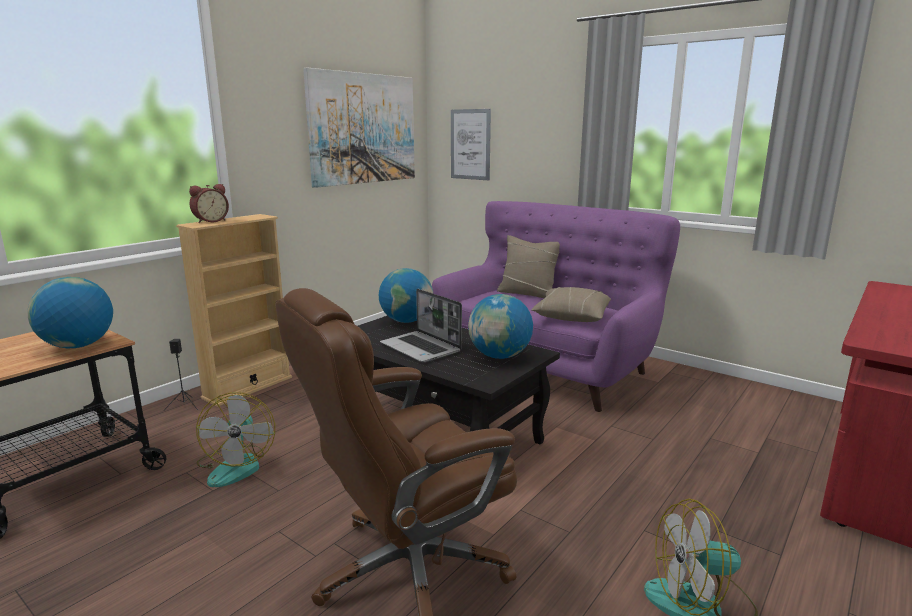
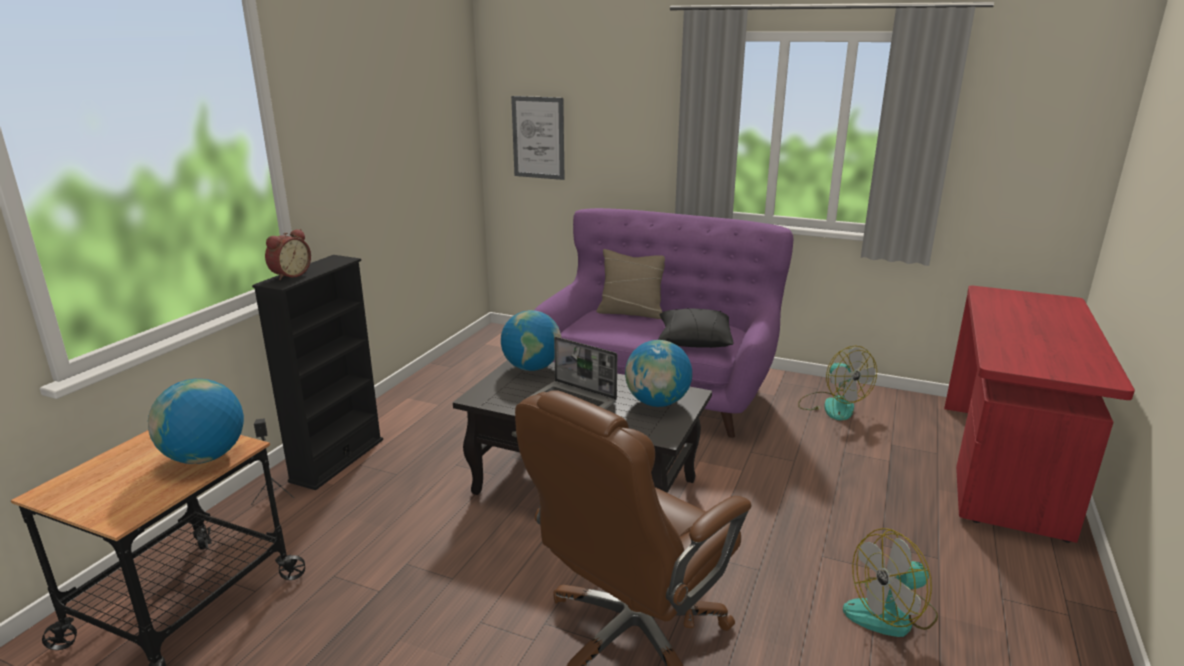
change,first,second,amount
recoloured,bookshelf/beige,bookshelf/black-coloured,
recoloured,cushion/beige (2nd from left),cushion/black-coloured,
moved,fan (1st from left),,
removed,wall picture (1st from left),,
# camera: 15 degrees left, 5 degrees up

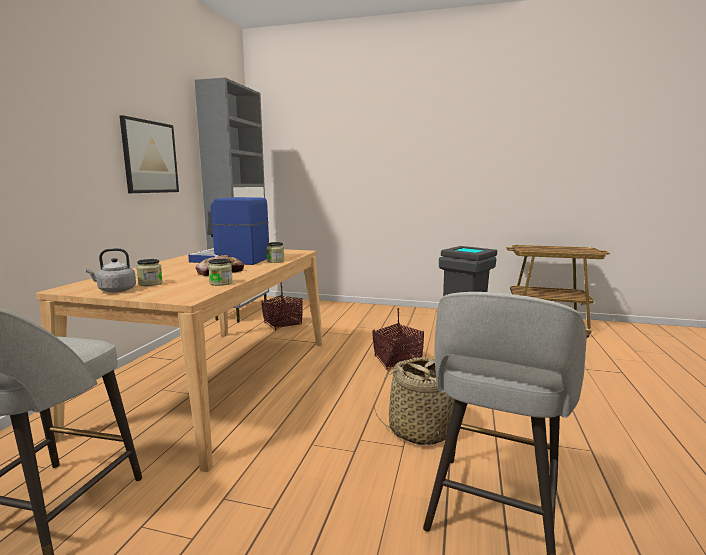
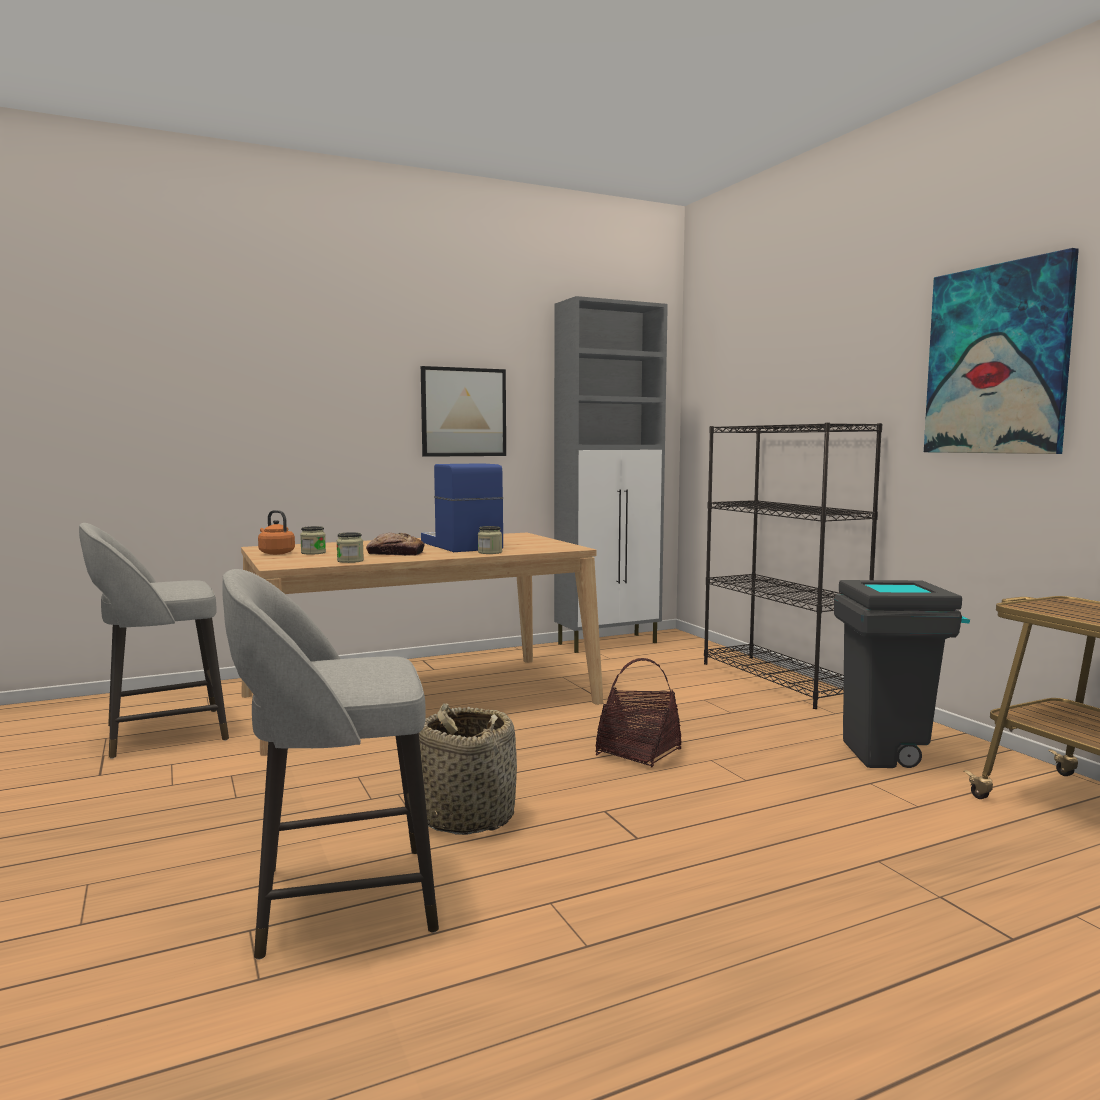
change,first,second,amount
recoloured,kettle/grey,kettle/orange,
added,,bookshelf/black-coloured,
added,,wall picture (2nd from left),
removed,household basket (1st from left),,
# camera: 50 degrees right, 5 degrees down

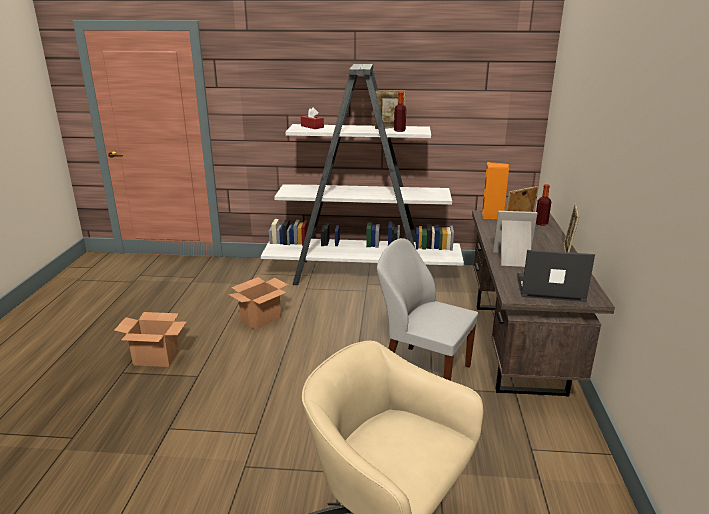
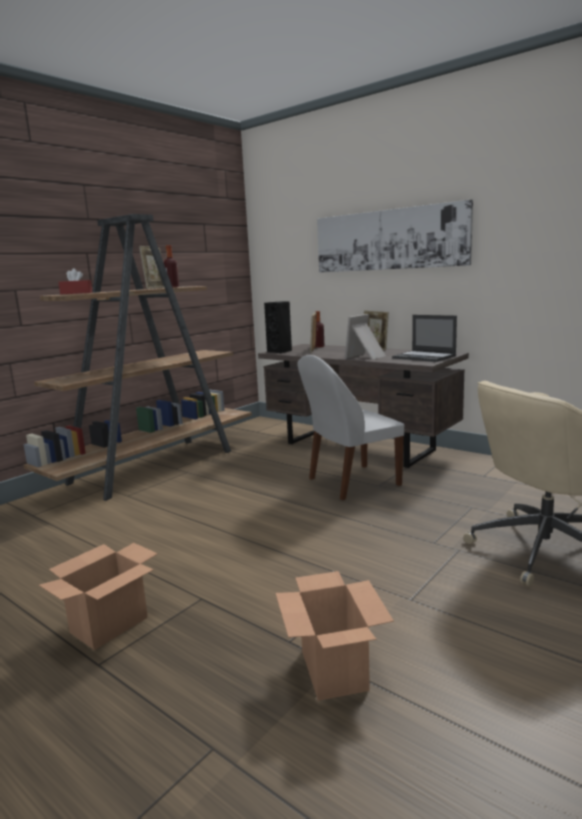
change,first,second,amount
recoloured,bookshelf/whitish,bookshelf/brownish,
recoloured,speaker/orange,speaker/black-coloured,
moved,packing box (2nd from left),,
added,,wall picture,
turned,portable computer,,90 degrees counterclockwise
# camera: 55 degrees left, 10 degrees down

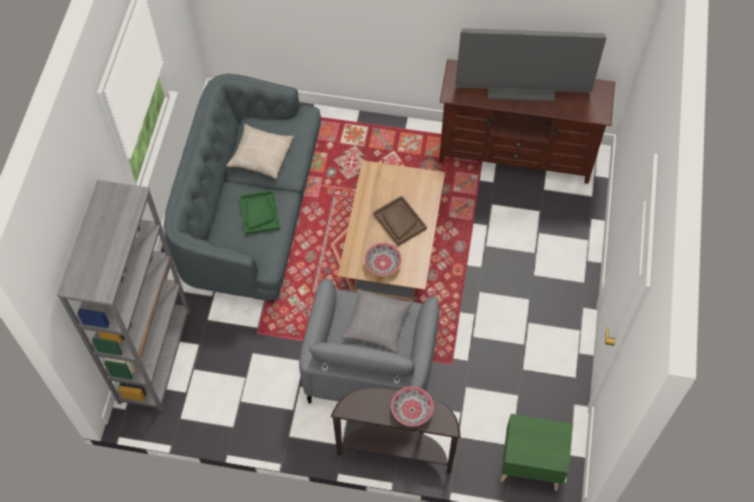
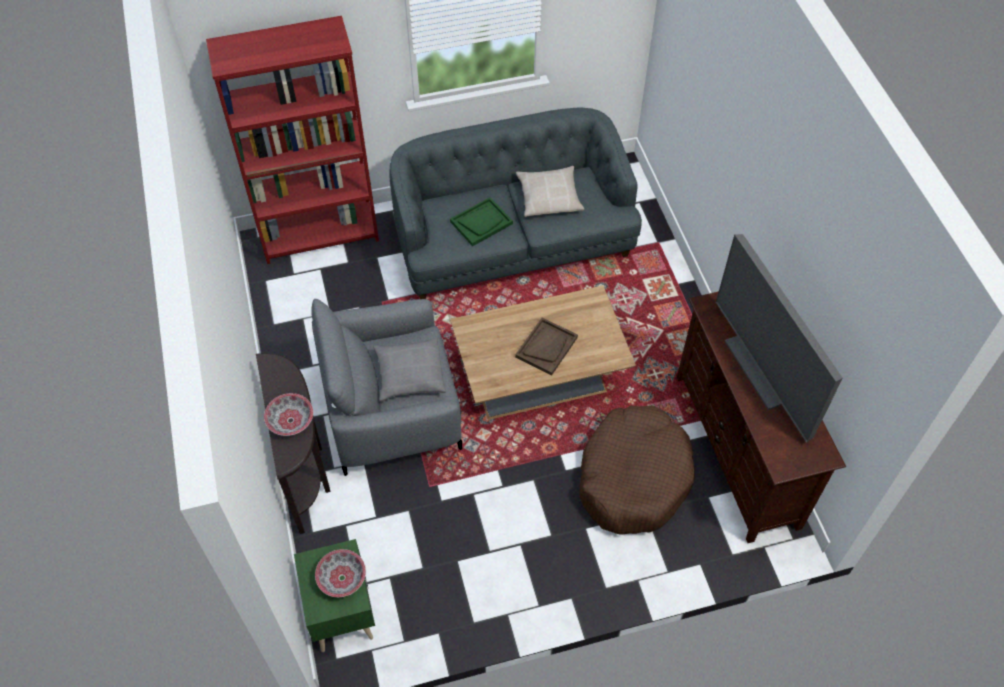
change,first,second,amount
recoloured,bookshelf/grey,bookshelf/red-coloured,
moved,deep dish (1st from left in the first image),deep dish (2nd from left),
added,,dog bed/brownish,
# camera: 65 degrees right, 5 degrees down

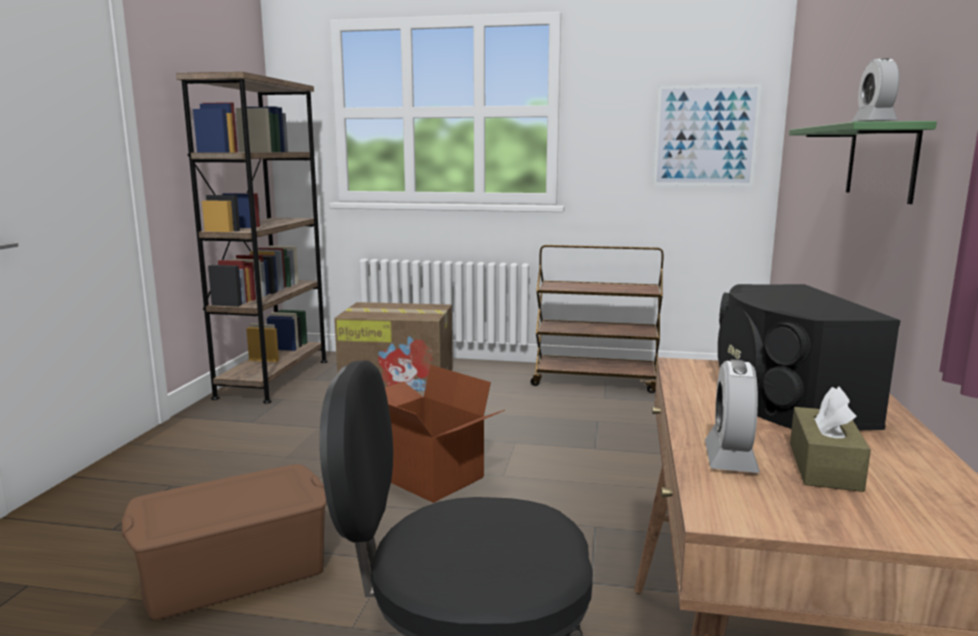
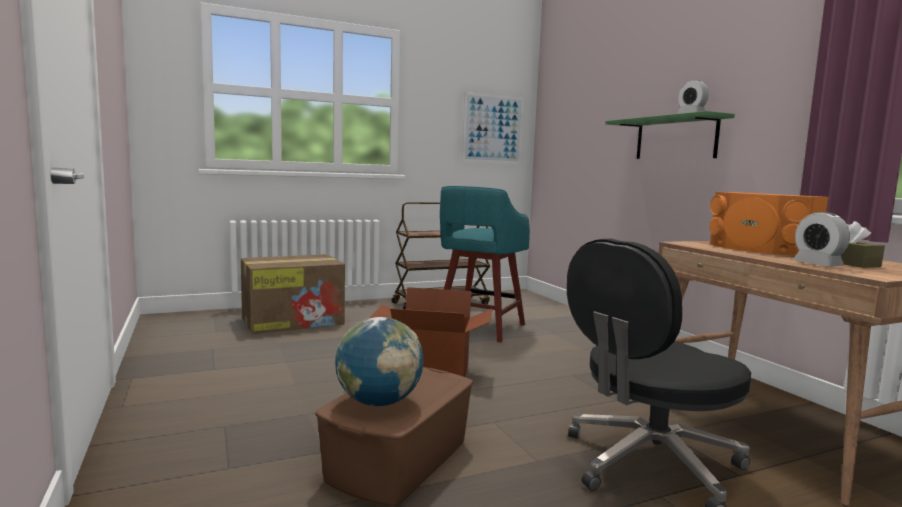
change,first,second,amount
added,,desk globe,
added,,stool/turquoise-coloured,
recoloured,speaker/black-coloured,speaker/orange,
removed,bookshelf/brownish,,
# camera: 35 degrees left, 5 degrees down

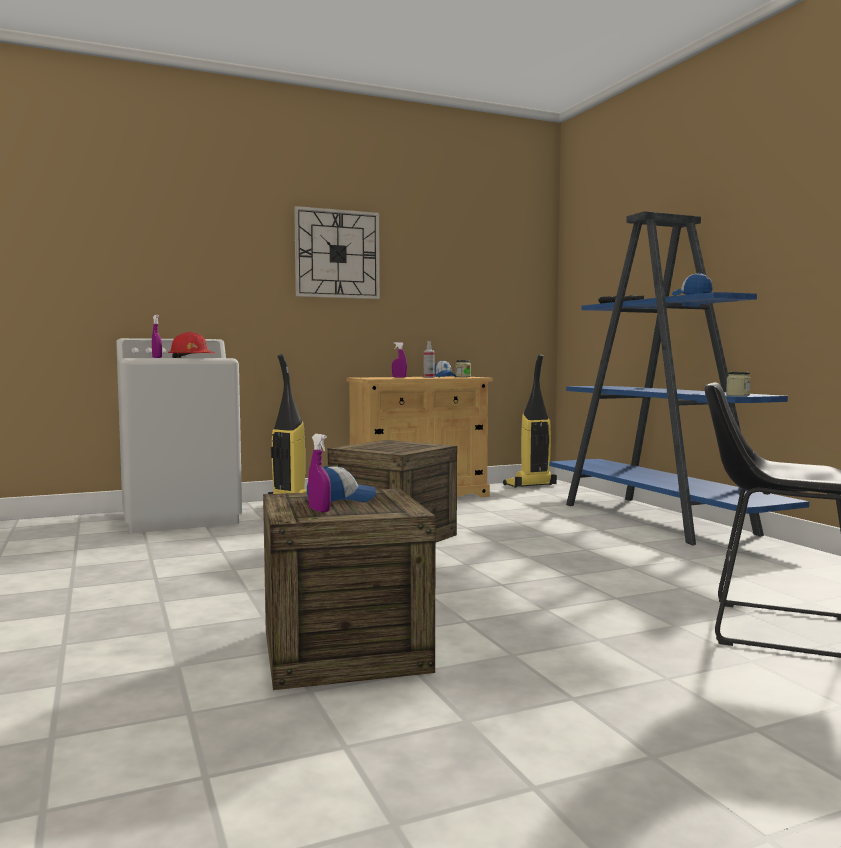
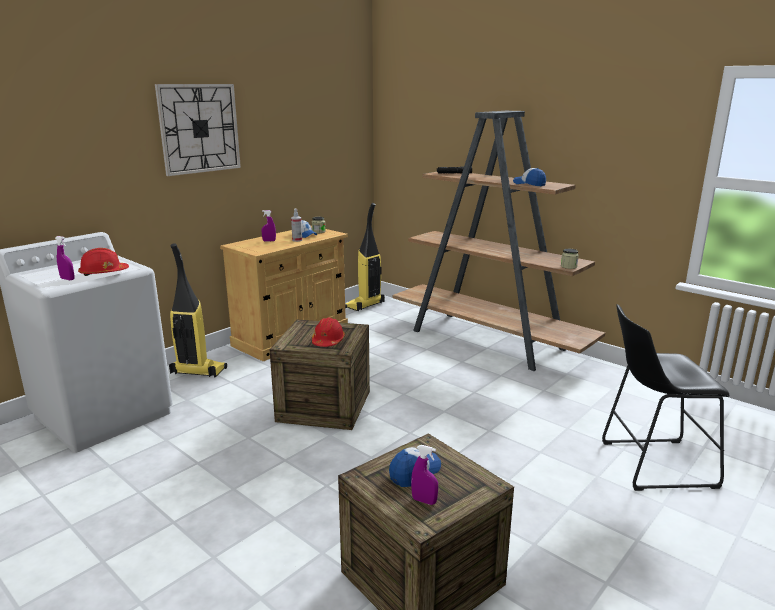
change,first,second,amount
added,,work helmet/red-coloured (2nd from left),
recoloured,bookshelf/bluish,bookshelf/brownish,
# camera: 25 degrees left, 15 degrees up

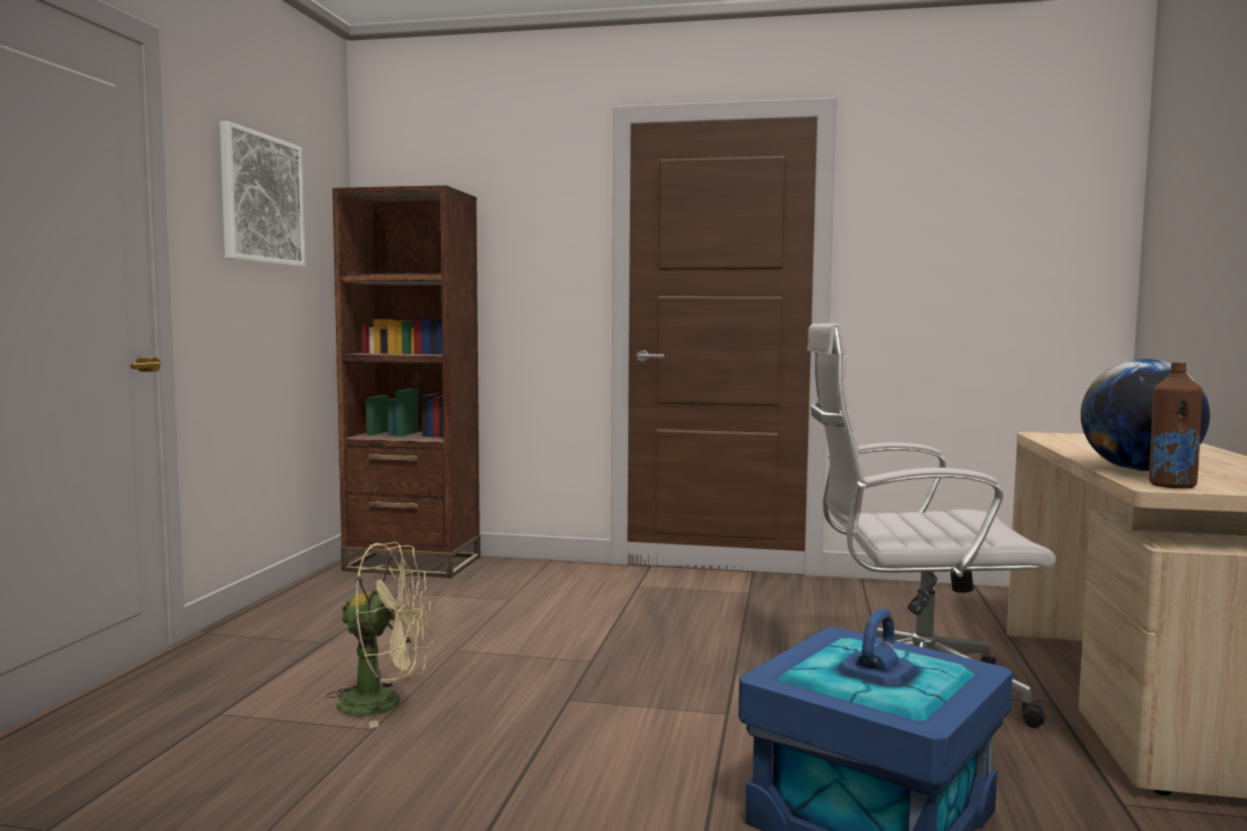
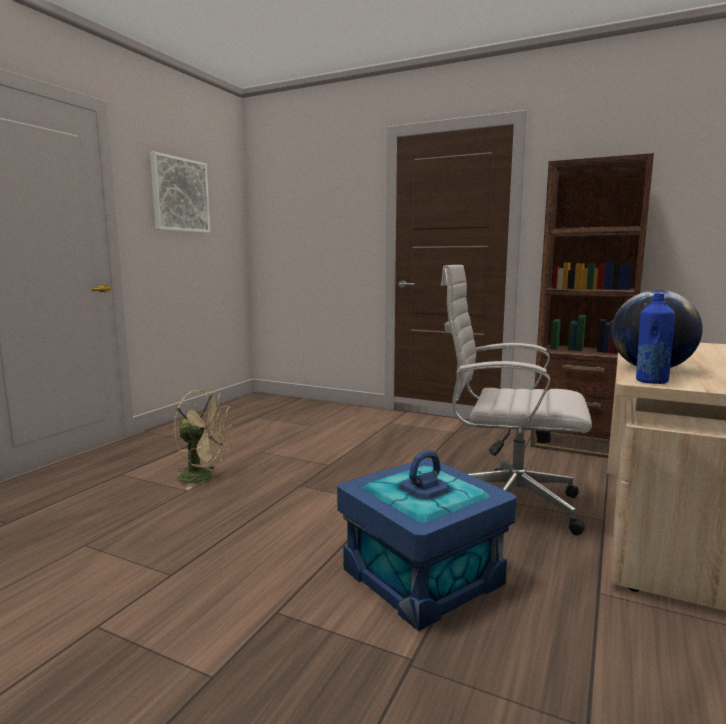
change,first,second,amount
moved,bookshelf/brownish,,
recoloured,drink bottle/brownish,drink bottle/bluish,
# camera: 15 degrees right, 5 degrees up

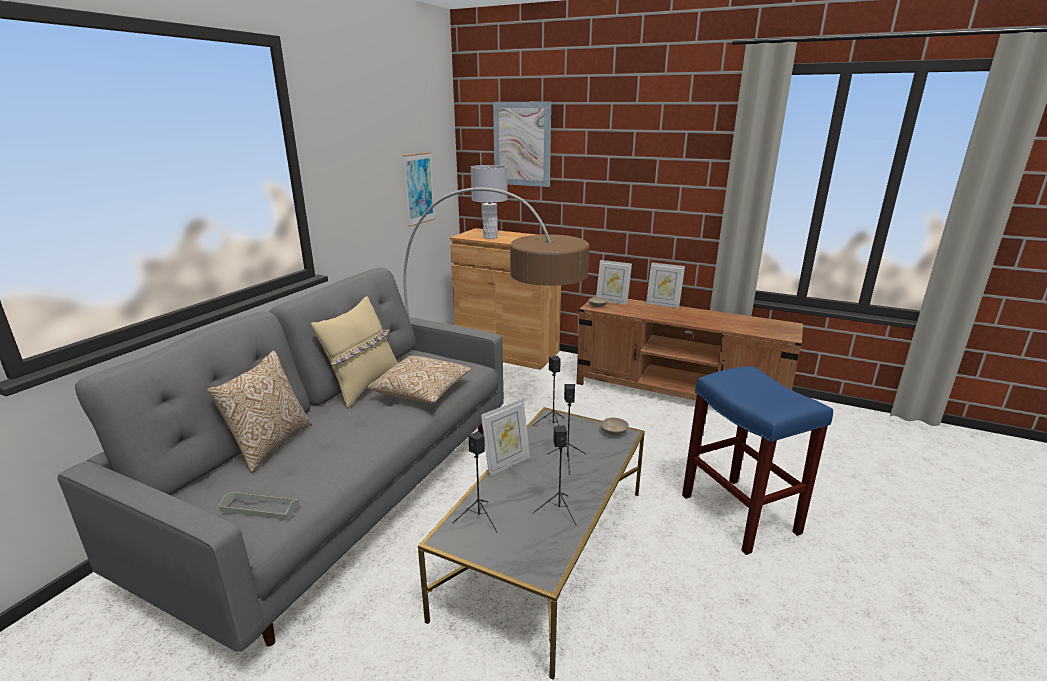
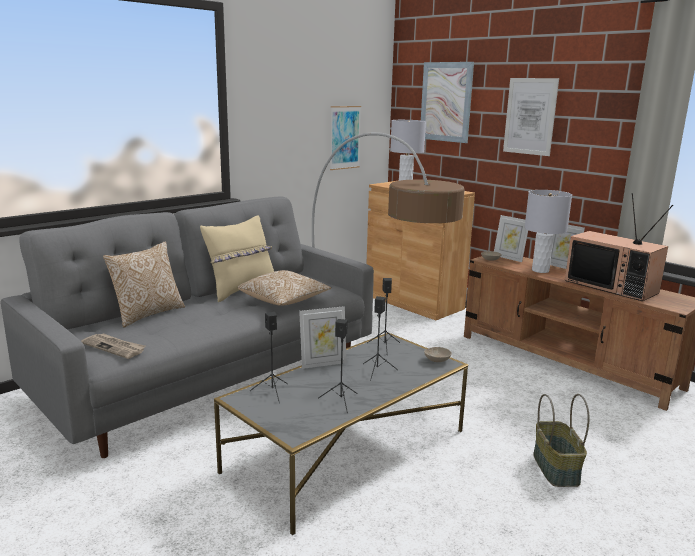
change,first,second,amount
replaced,tray/grey,daily paper,
added,,wall picture (3rd from left),
added,,lamp for a table/grey (2nd from left),
replaced,stool/bluish,household basket,
added,,television,
# camera: 20 degrees right, 5 degrees down

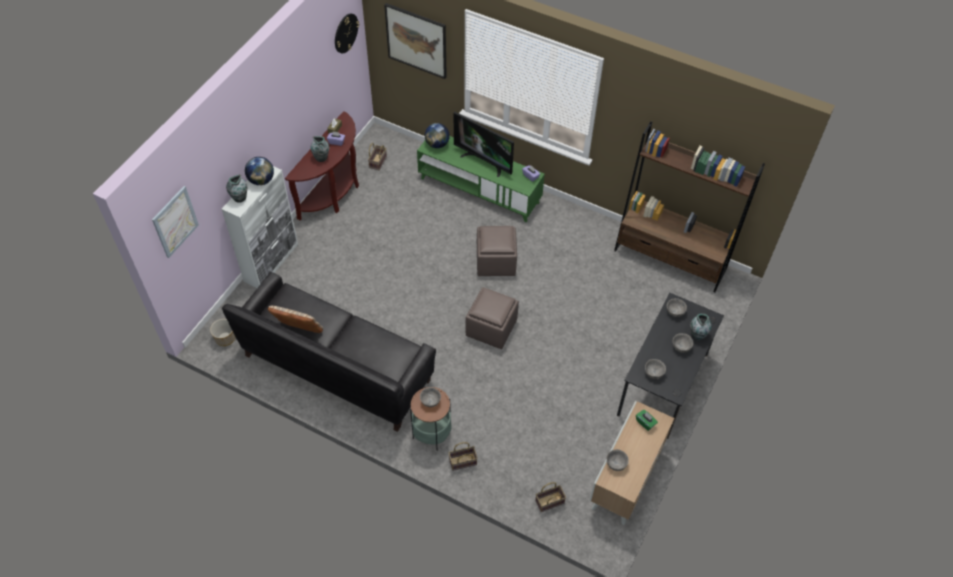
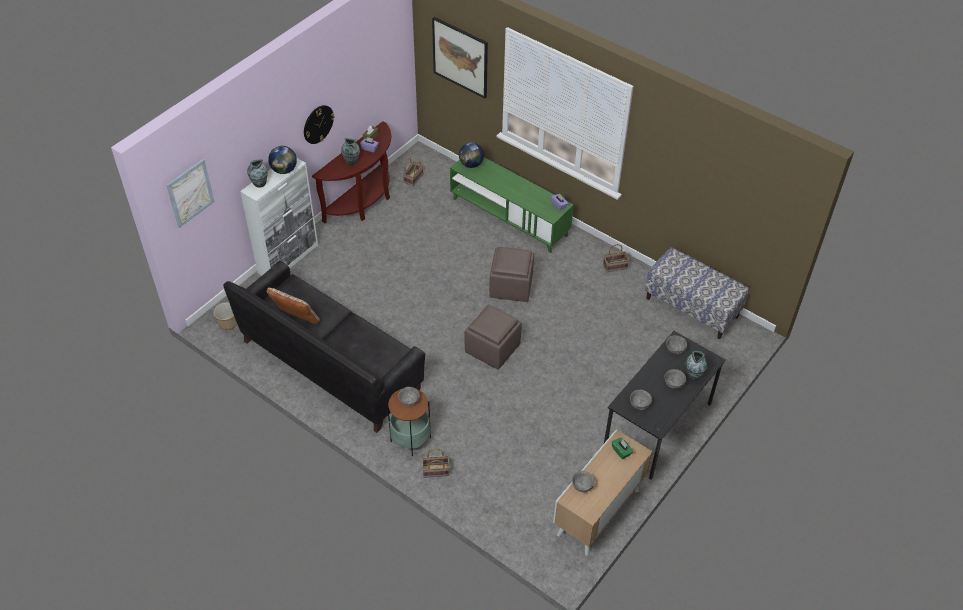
change,first,second,amount
moved,wall clock,,
moved,household basket (3rd from left),,
replaced,bookshelf/brownish,bench,
removed,television,,
# camera: 10 degrees right, 5 degrees down

